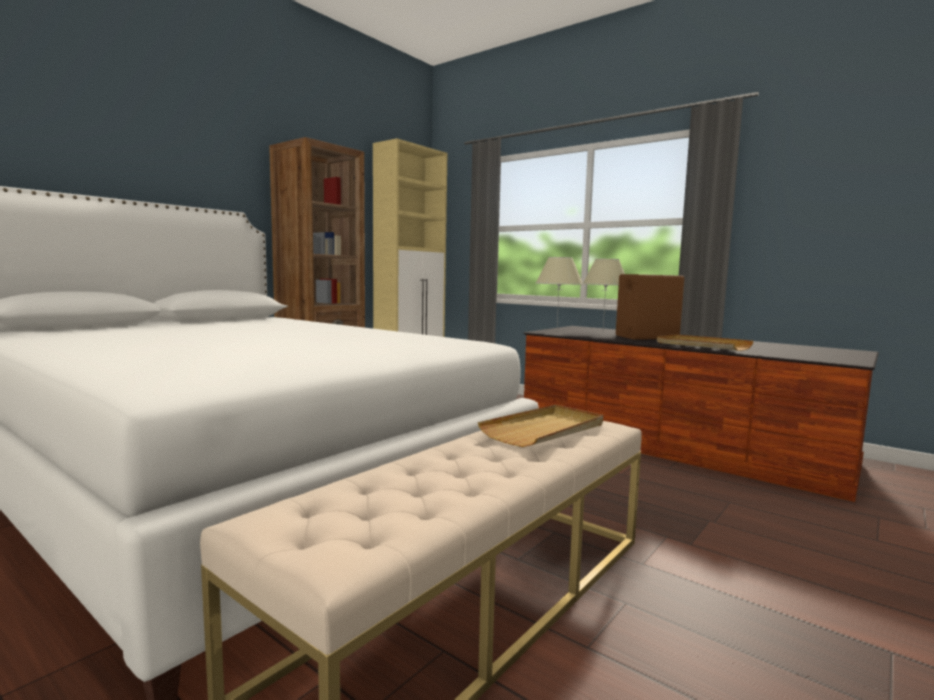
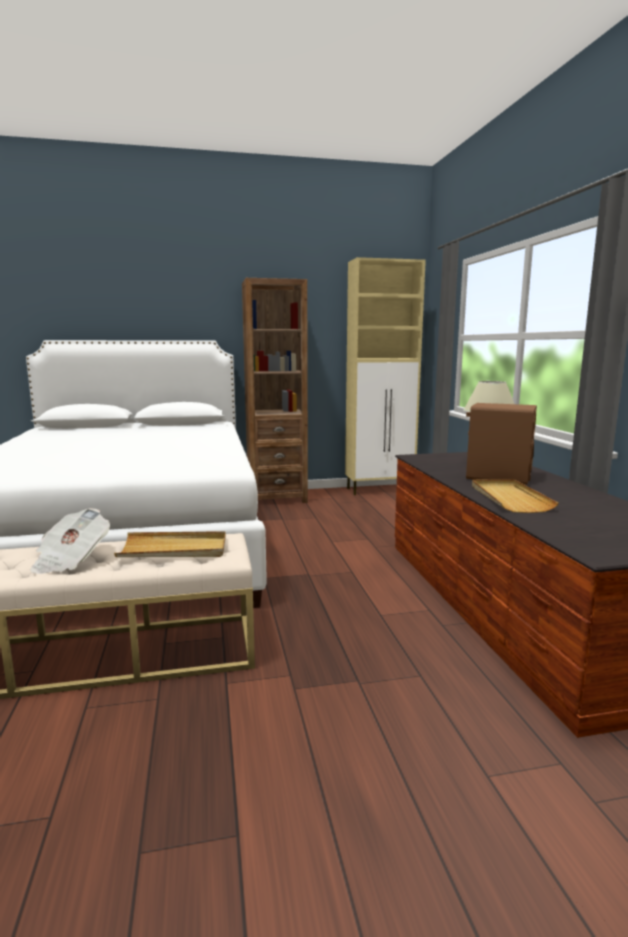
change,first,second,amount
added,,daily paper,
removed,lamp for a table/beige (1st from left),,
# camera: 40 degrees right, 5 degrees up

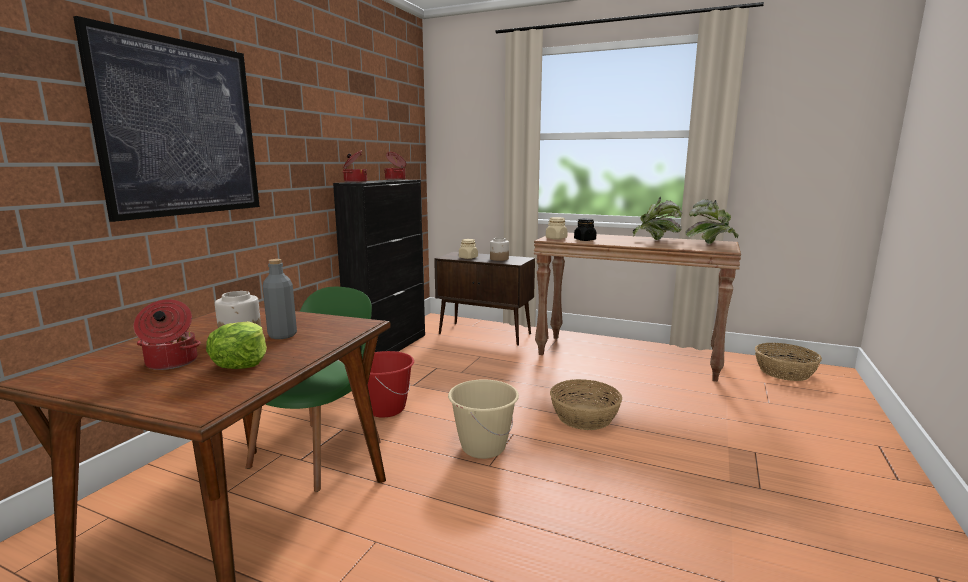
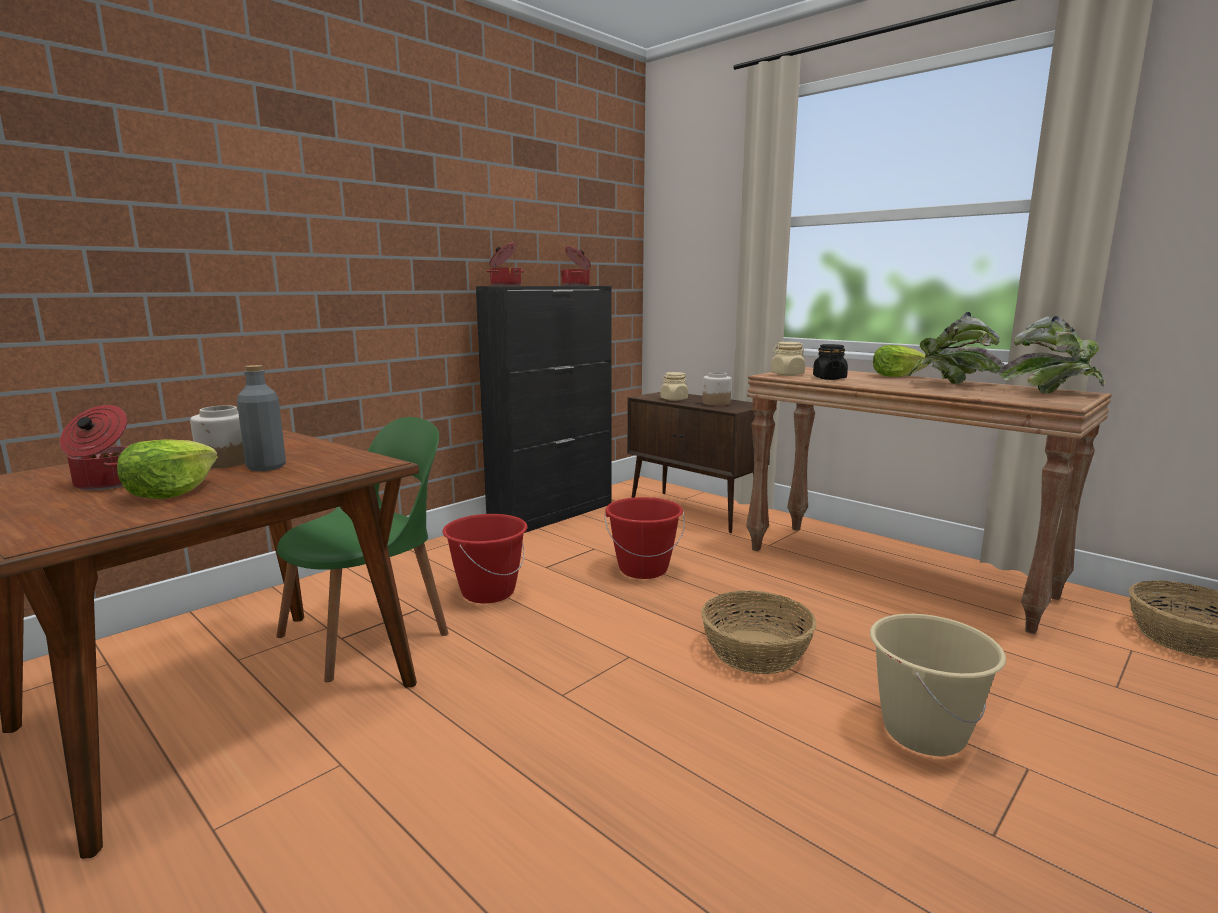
change,first,second,amount
added,,water bucket/red-coloured (2nd from left),
moved,water bucket/beige,,
added,,head of lettuce (2nd from left),
removed,wall picture,,
# camera: 20 degrees right, 0 degrees up

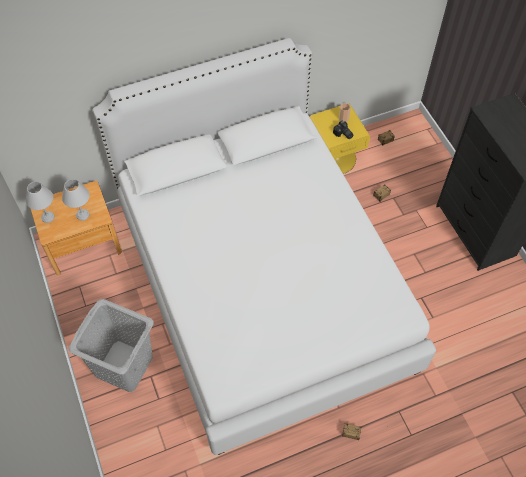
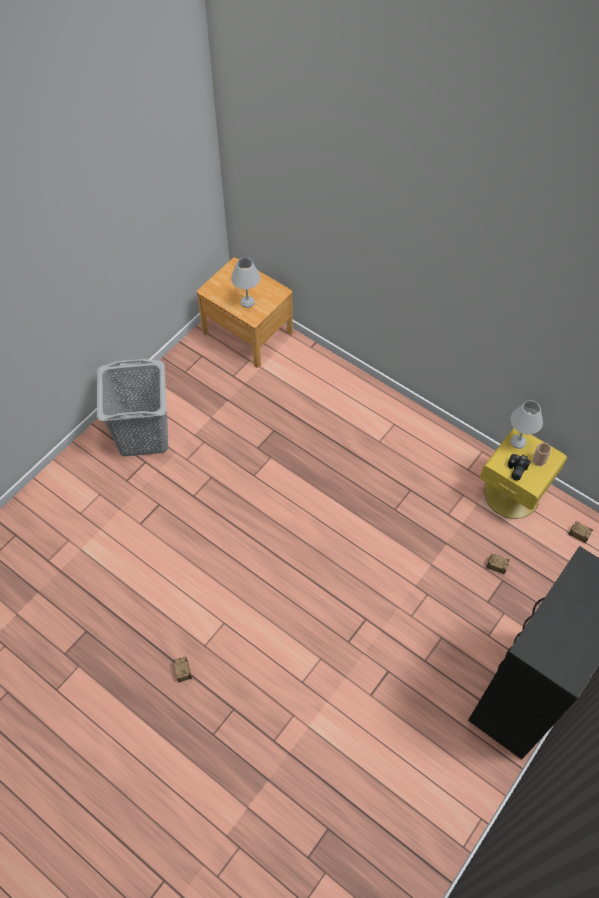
change,first,second,amount
moved,lamp for a table/whitish (1st from left in the first image),lamp for a table/whitish (2nd from left),
removed,bedroom bed/whitish,,
# camera: 60 degrees right, 0 degrees up

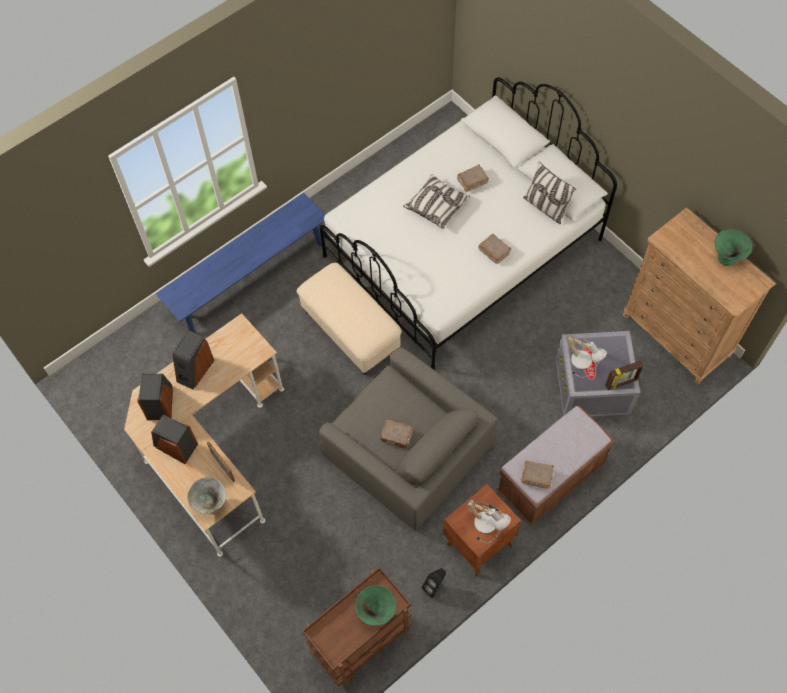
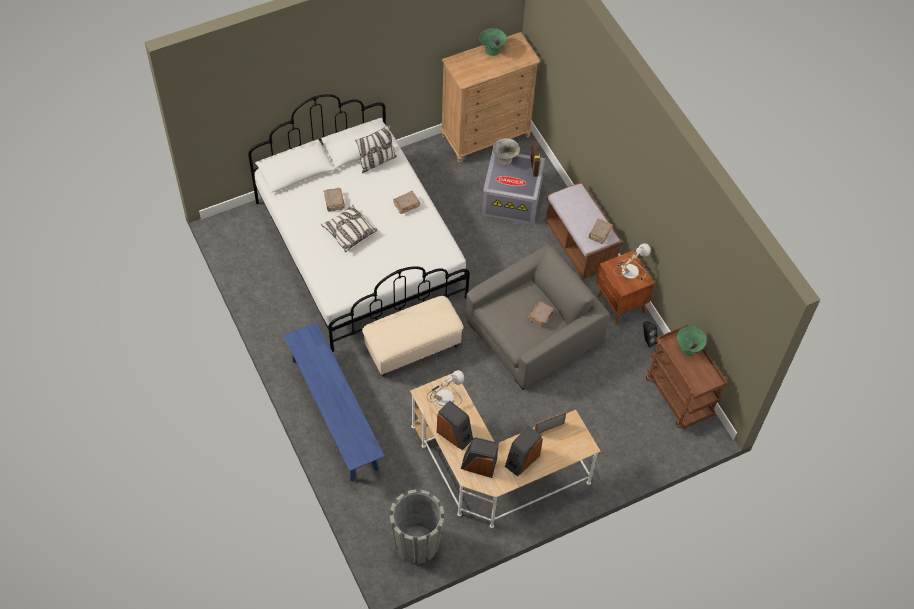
change,first,second,amount
added,,planter/grey,
moved,lamp for a table (2nd from left in the first image),lamp for a table (1st from left),
moved,deep dish/grey,,
# camera: 80 degrees left, 5 degrees down

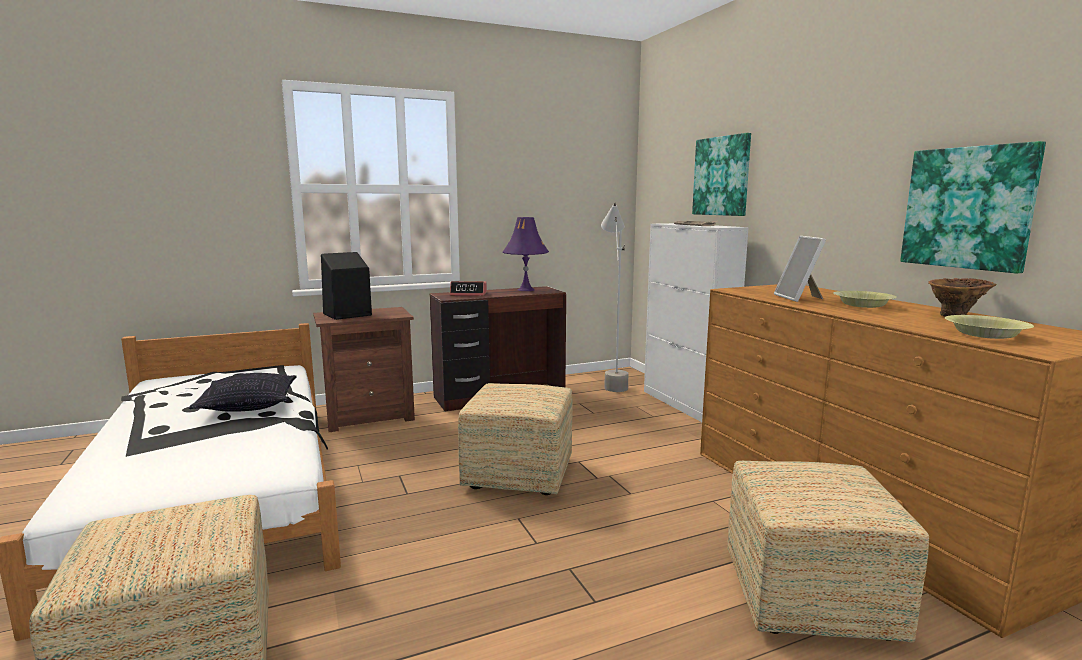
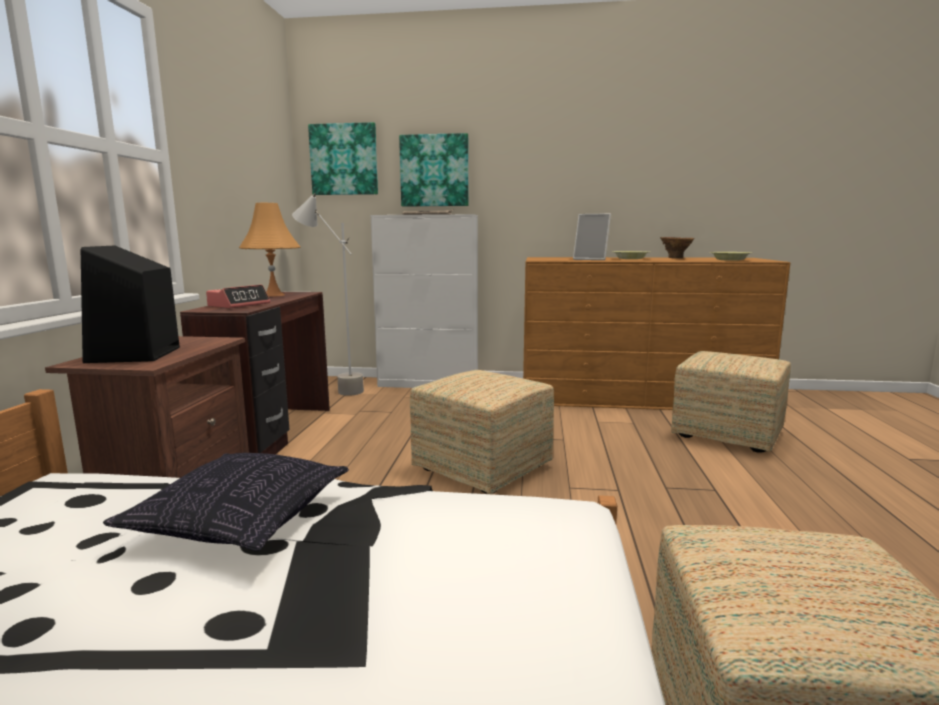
change,first,second,amount
recoloured,lamp for a table/purplish,lamp for a table/orange,
moved,wall picture (2nd from left in the first image),wall picture (1st from left),
# camera: 60 degrees left, 0 degrees up

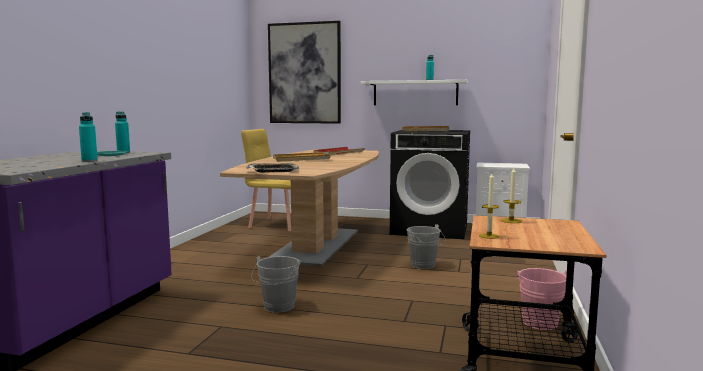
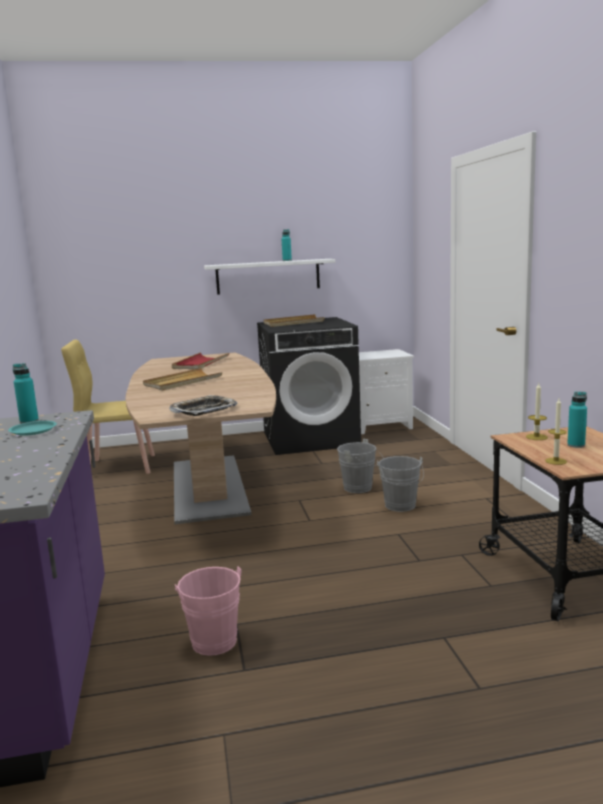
change,first,second,amount
moved,water bucket/pink,,
moved,water bucket/grey (1st from left in the first image),water bucket/grey (2nd from left),
moved,drink bottle/turquoise-coloured (1st from left in the first image),drink bottle/turquoise-coloured (3rd from left),
removed,wall picture,,
# camera: 25 degrees left, 5 degrees up

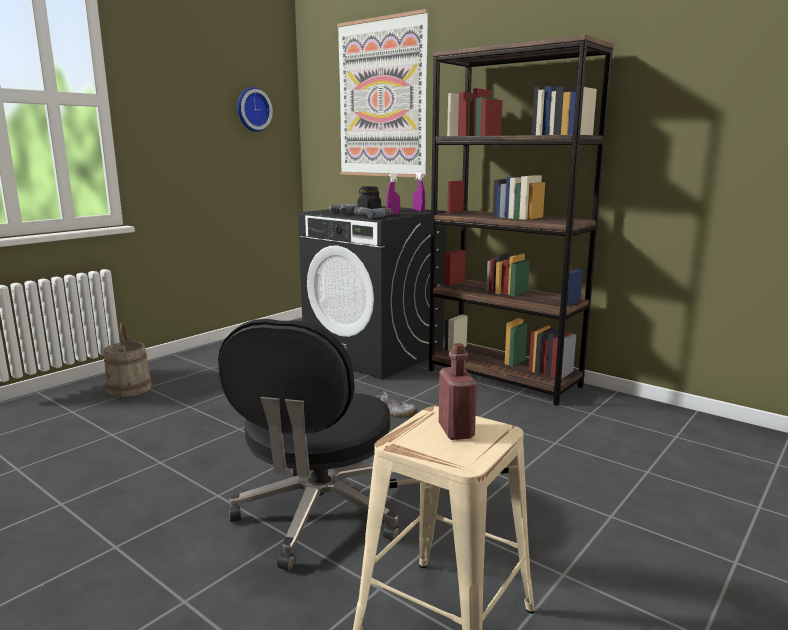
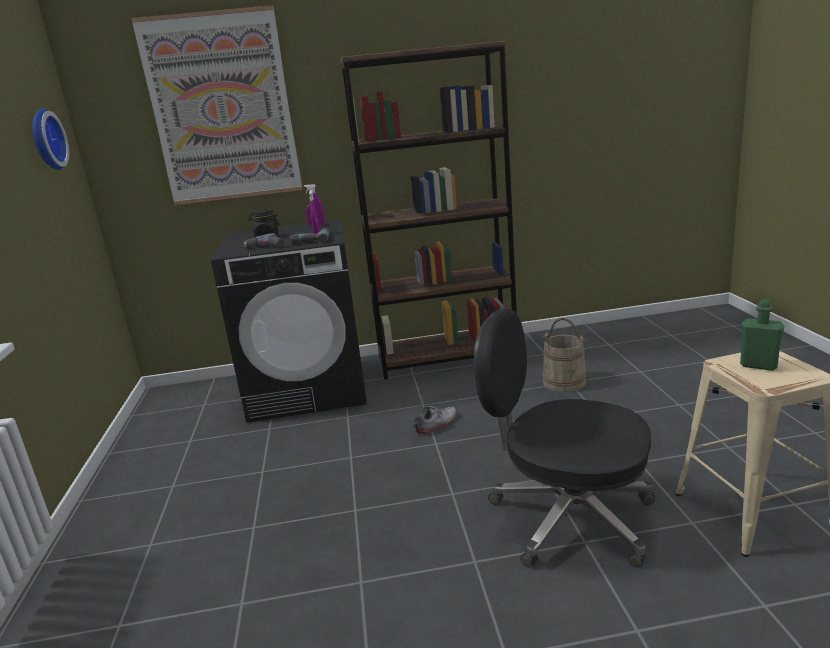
change,first,second,amount
turned,desk chair/black-coloured,,150 degrees clockwise
moved,water bucket/beige,,
recoloured,drink bottle/red-coloured,drink bottle/greenish,
# camera: 45 degrees left, 5 degrees up

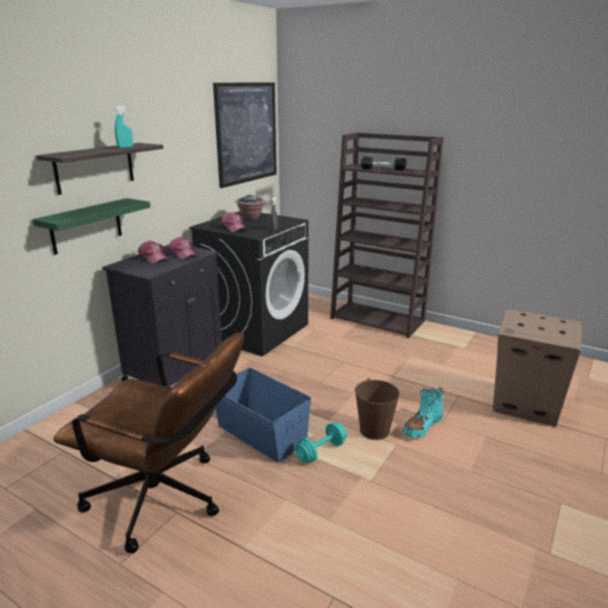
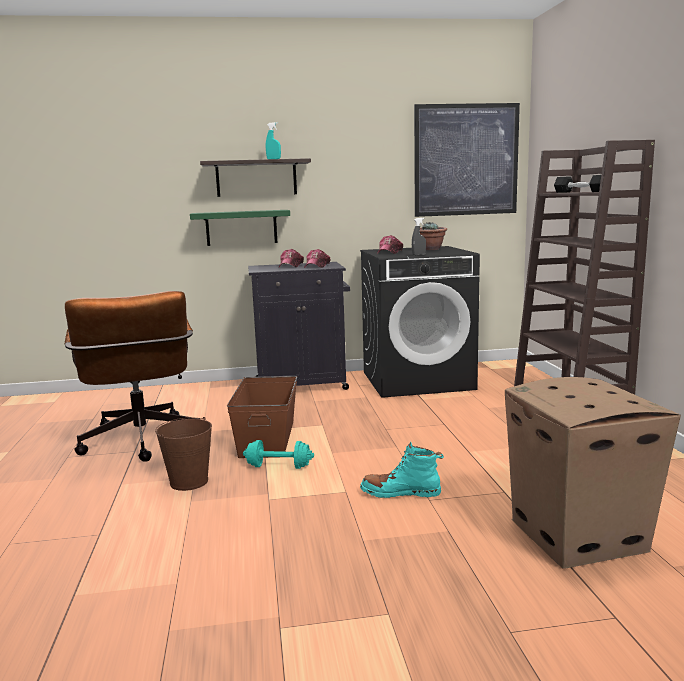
change,first,second,amount
moved,water bucket/brownish,,
recoloured,storage bin/bluish,storage bin/brownish,
# camera: 50 degrees right, 10 degrees down

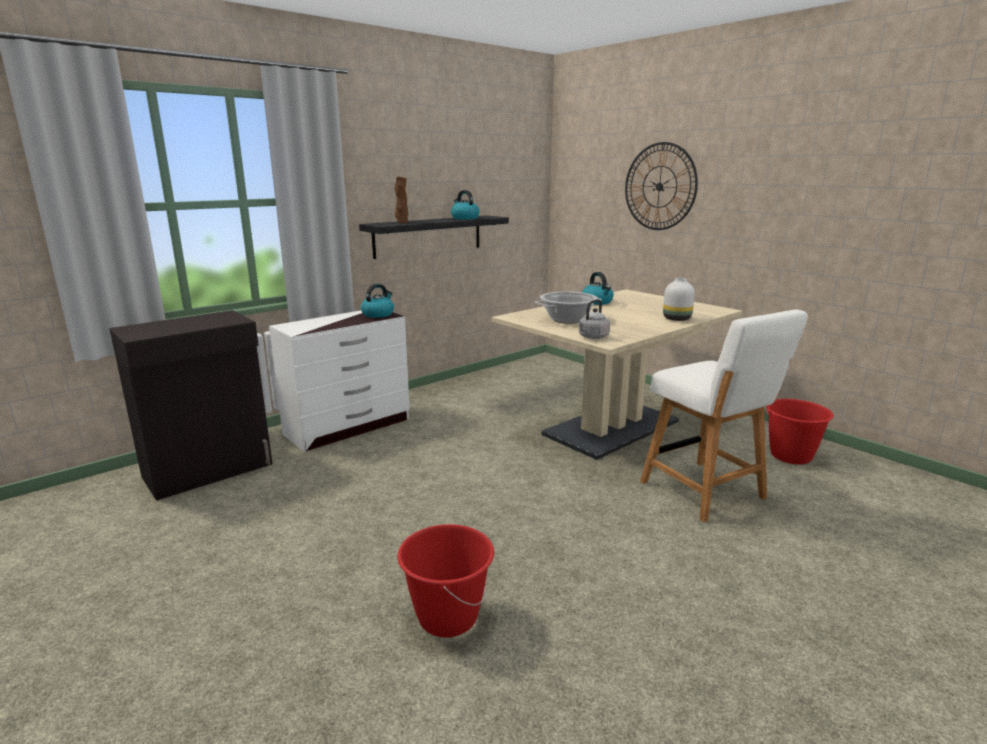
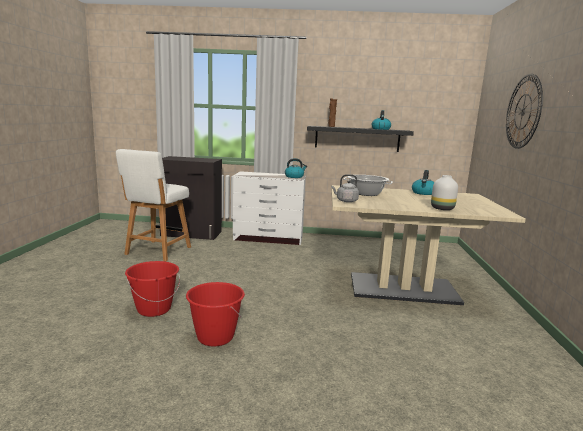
change,first,second,amount
moved,upright chair/whitish,,
moved,water bucket/red-coloured (2nd from left),,
# camera: 45 degrees right, 5 degrees down

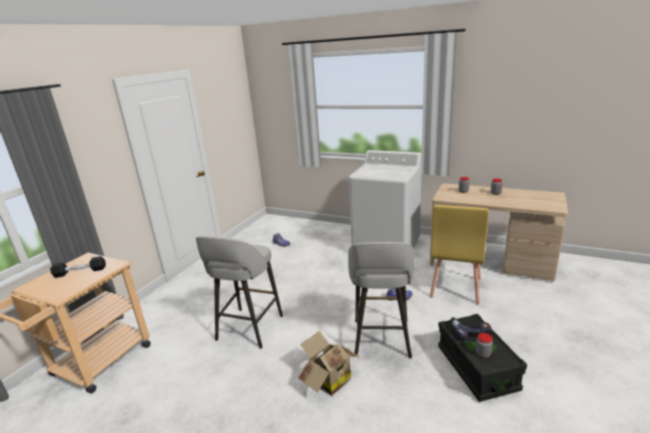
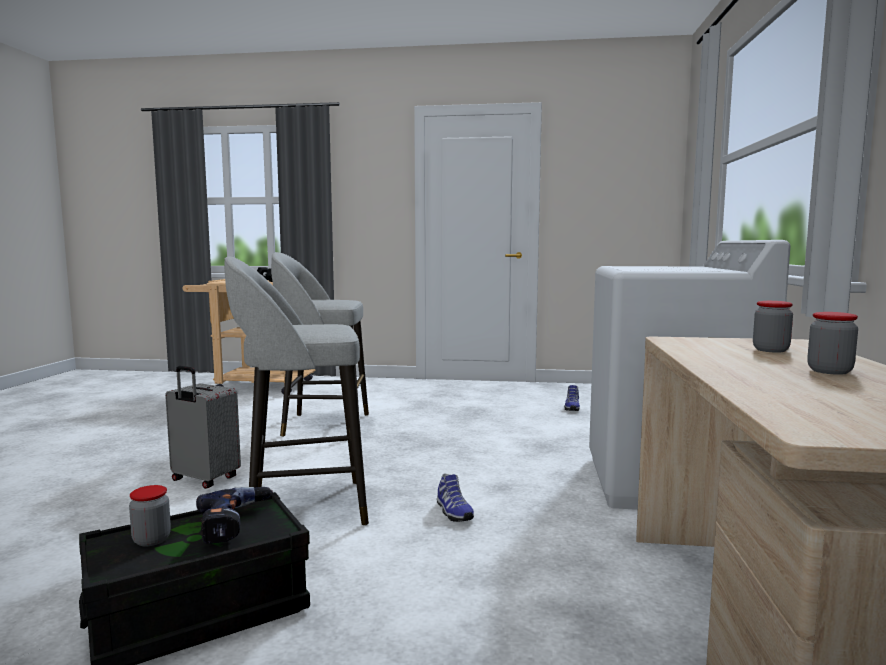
change,first,second,amount
replaced,packing box,piece of luggage/grey,
removed,upright chair/yellowish,,
# camera: 70 degrees right, 15 degrees down

